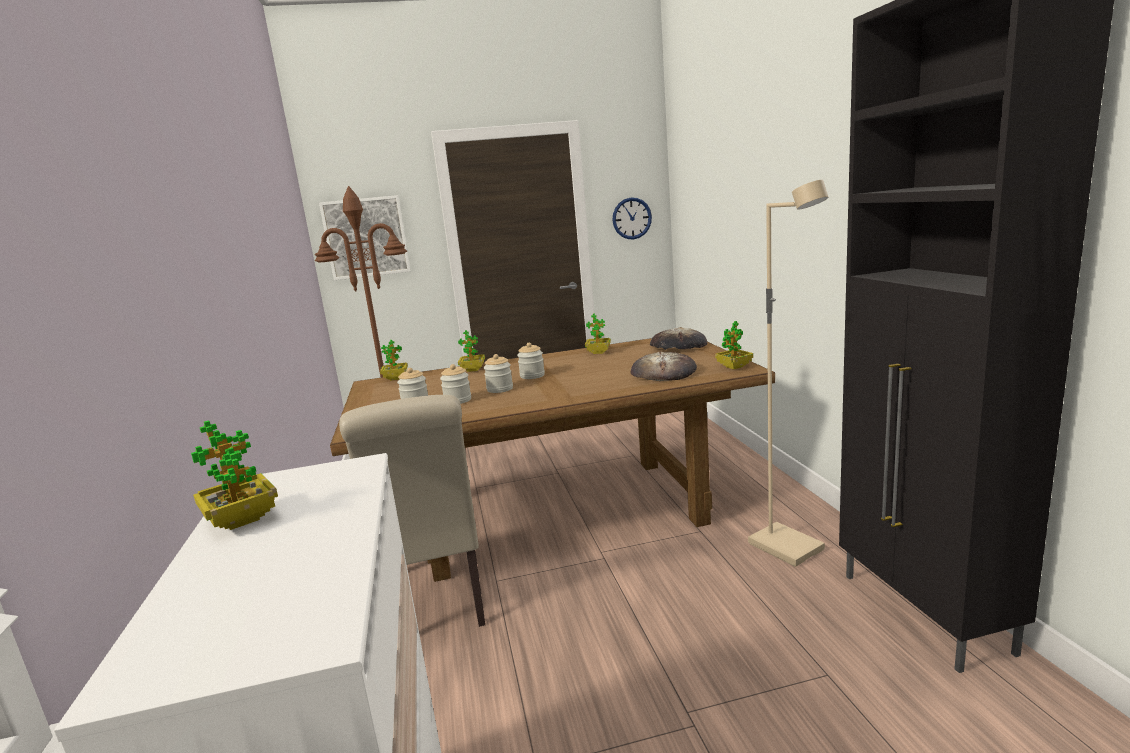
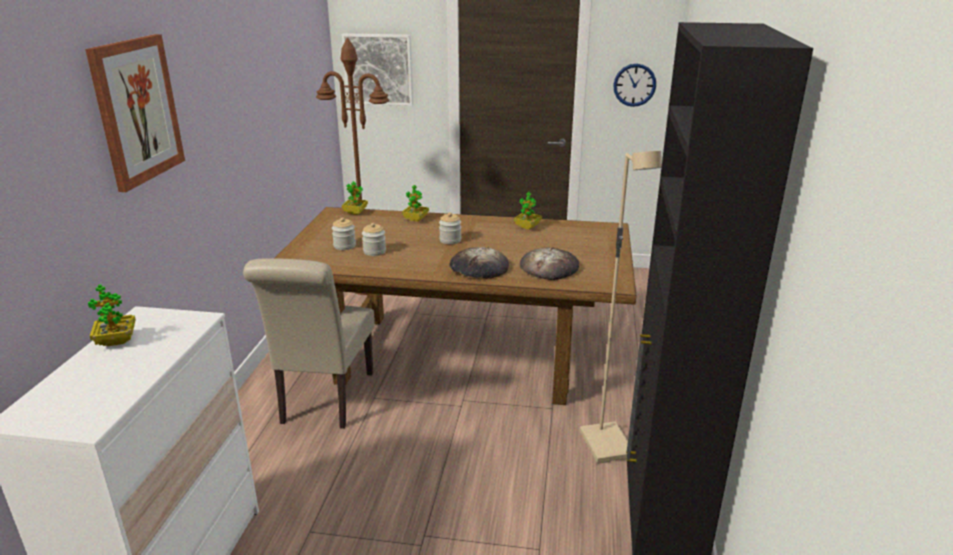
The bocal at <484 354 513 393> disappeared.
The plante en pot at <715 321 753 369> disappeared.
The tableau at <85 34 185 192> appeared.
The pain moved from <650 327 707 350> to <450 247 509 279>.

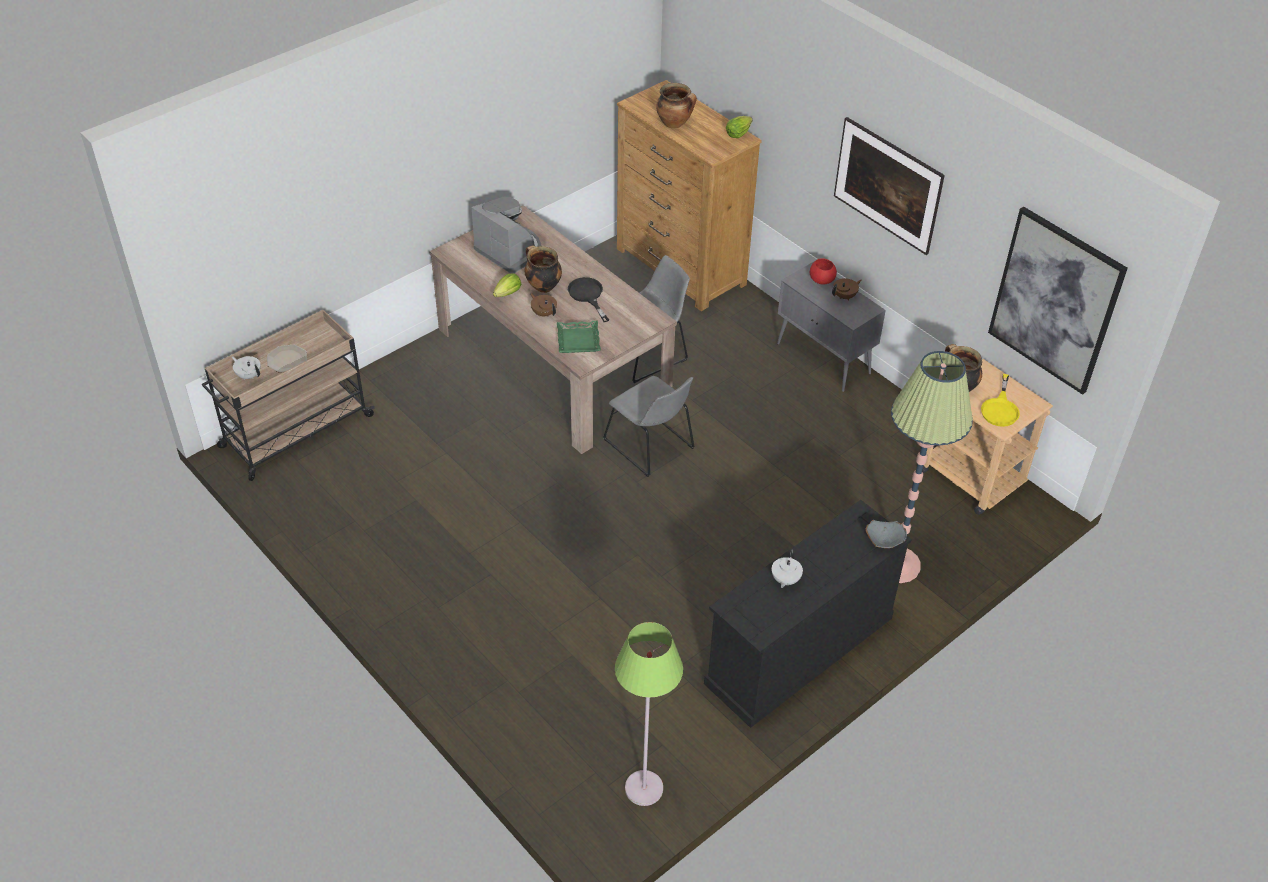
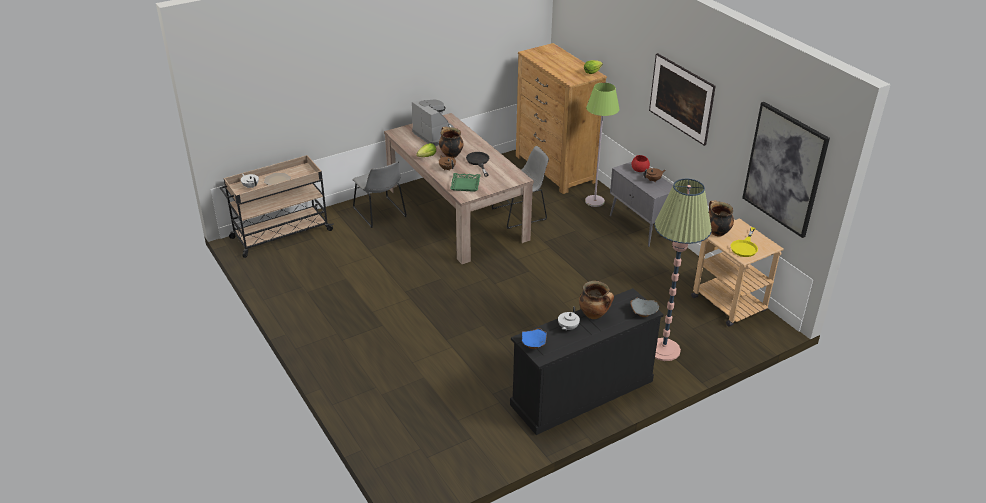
The bol/bleu at <522 328 547 349> appeared.
The chaise/gris moved from <603 376 695 477> to <353 161 407 228>.
The lampadaire/vert moved from <615 622 683 806> to <585 82 620 207>.
The marmite moved from <656 83 697 129> to <579 281 614 319>.

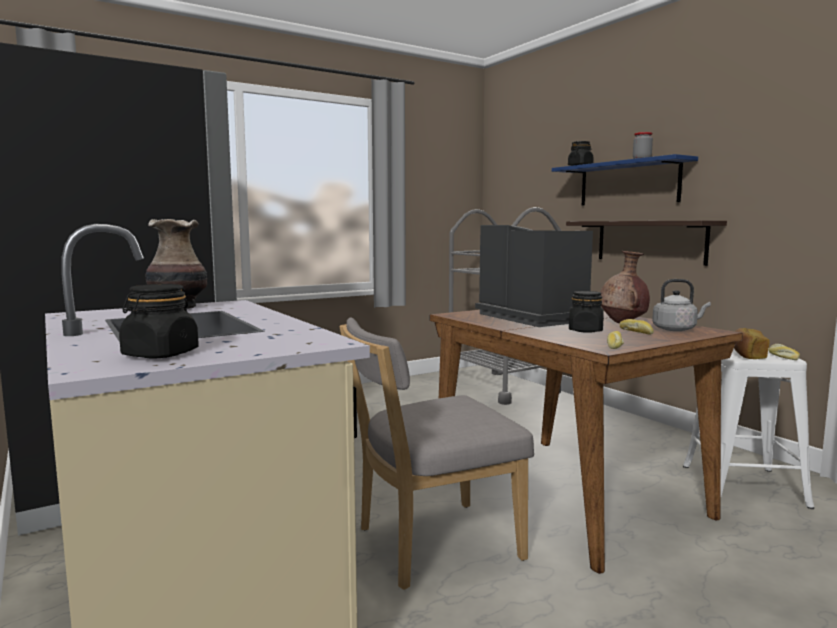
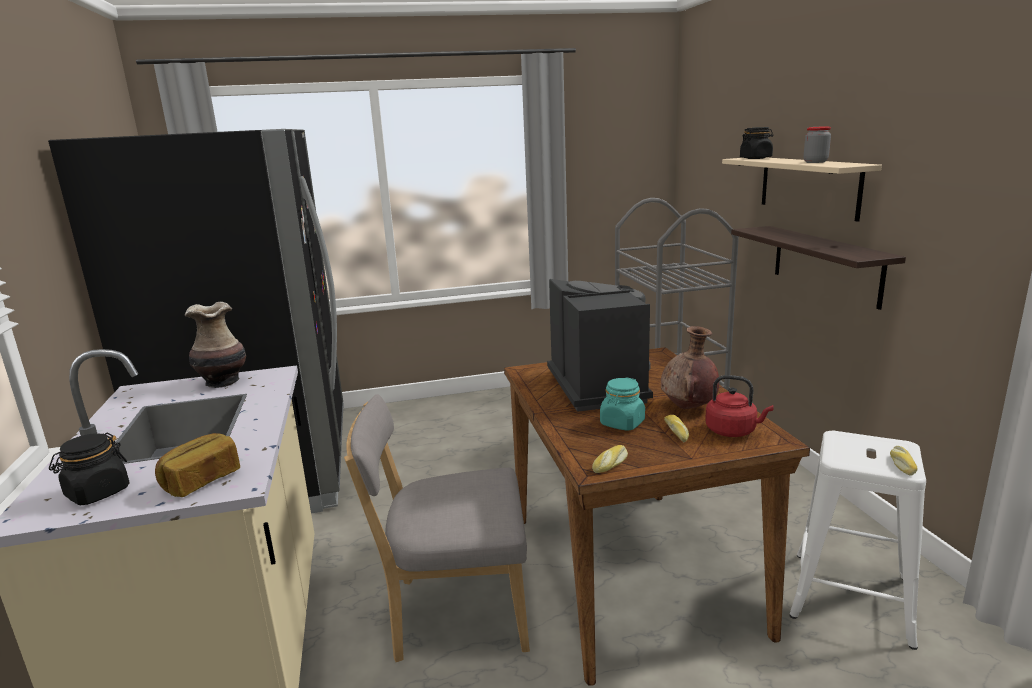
The pain moved from <734 328 770 359> to <155 433 240 497>.
The étagère/bleu at <552 154 698 206> became the étagère/beige at <722 158 882 222>.
The bocal/noir at <569 291 604 333> became the bocal/turquoise at <600 377 645 431>.
The bouilloire/gris at <652 279 711 331> became the bouilloire/rouge at <705 375 773 437>.

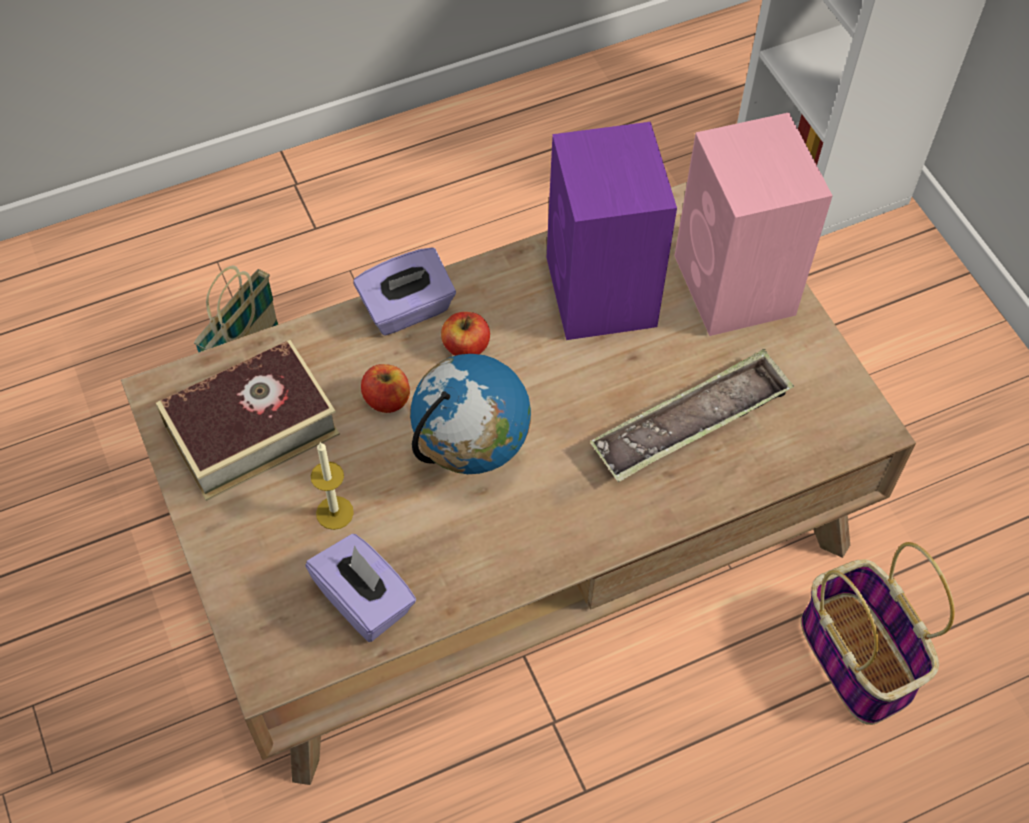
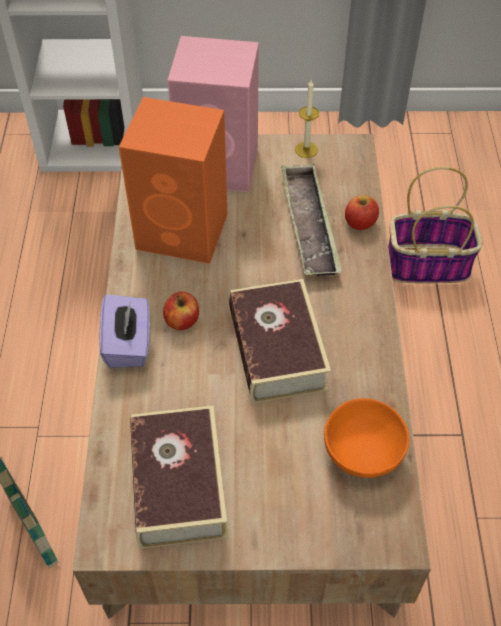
The bougie moved from <311 442 354 530> to <295 80 319 158>.
The pomme moved from <361 364 410 413> to <345 195 379 230>.
The boîte à mouchoirs/violet at <305 534 416 642> was replaced by the bol/orange at <324 398 409 478>.
The globe at <410 354 531 474> was replaced by the livre at <229 279 331 404>.
The enceinte/violet at <547 122 677 340> became the enceinte/orange at <119 97 227 264>.

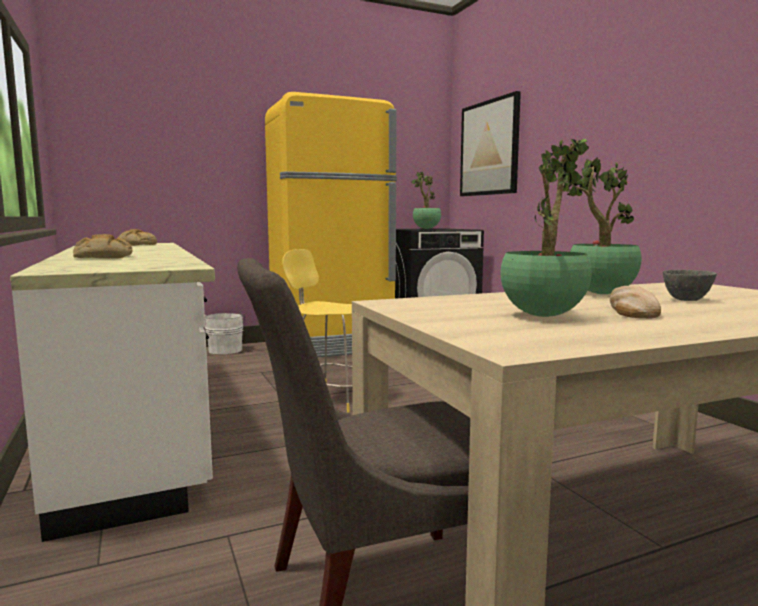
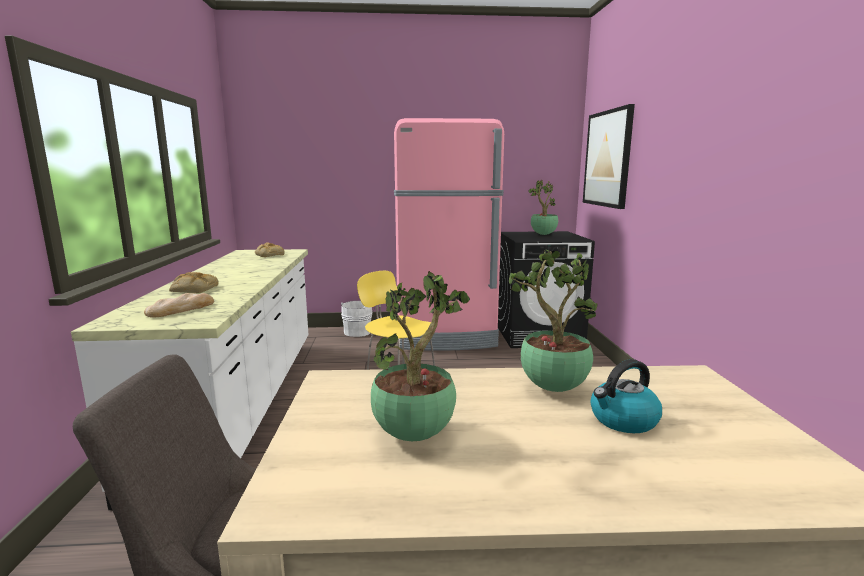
The pain moved from <610 286 661 318> to <144 293 214 318>.
The bol/gris at <663 270 717 301> was replaced by the bouilloire at <590 359 662 433>.
The réfrigérateur/jaune at <265 92 397 357> became the réfrigérateur/rose at <394 118 504 351>.

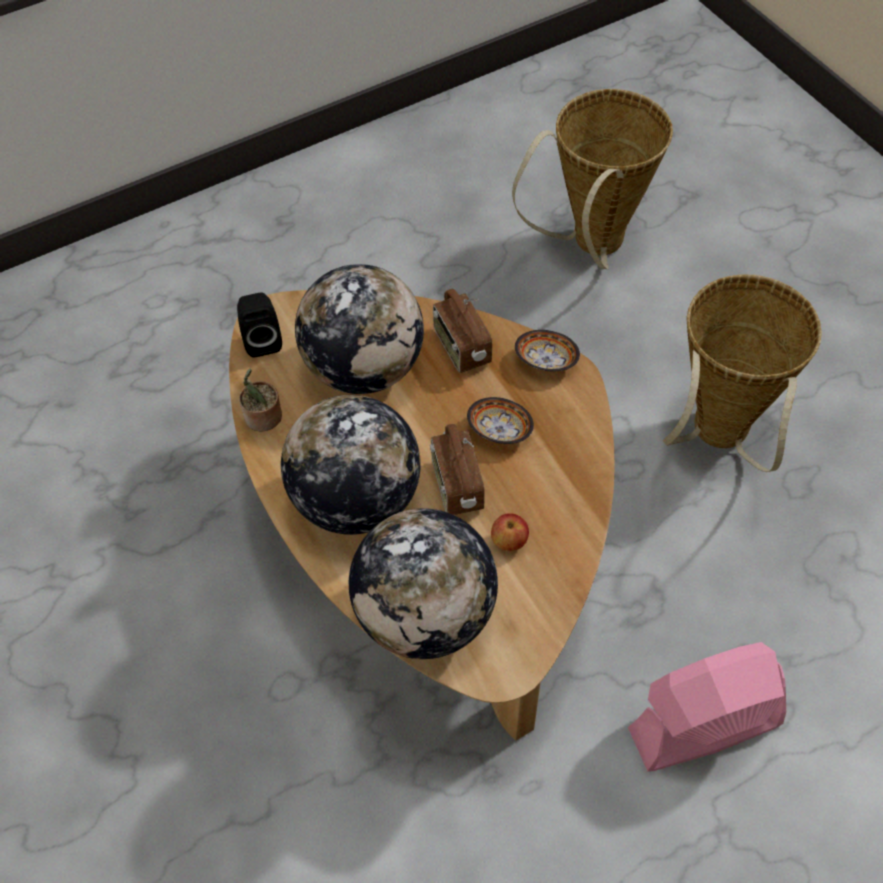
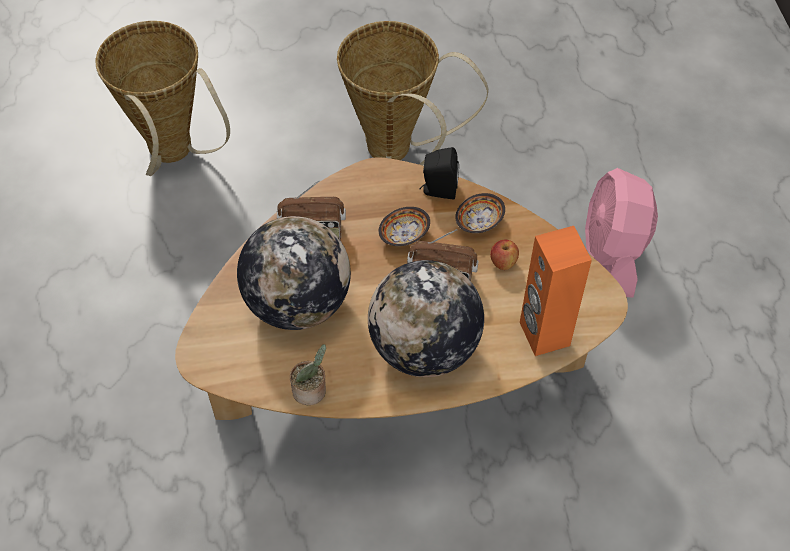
The enceinte/noir moved from <237 292 282 357> to <419 147 459 200>.
The bol moved from <515 330 580 371> to <455 193 505 233>.
The globe at <349 508 498 659> was replaced by the enceinte/orange at <520 226 592 356>.

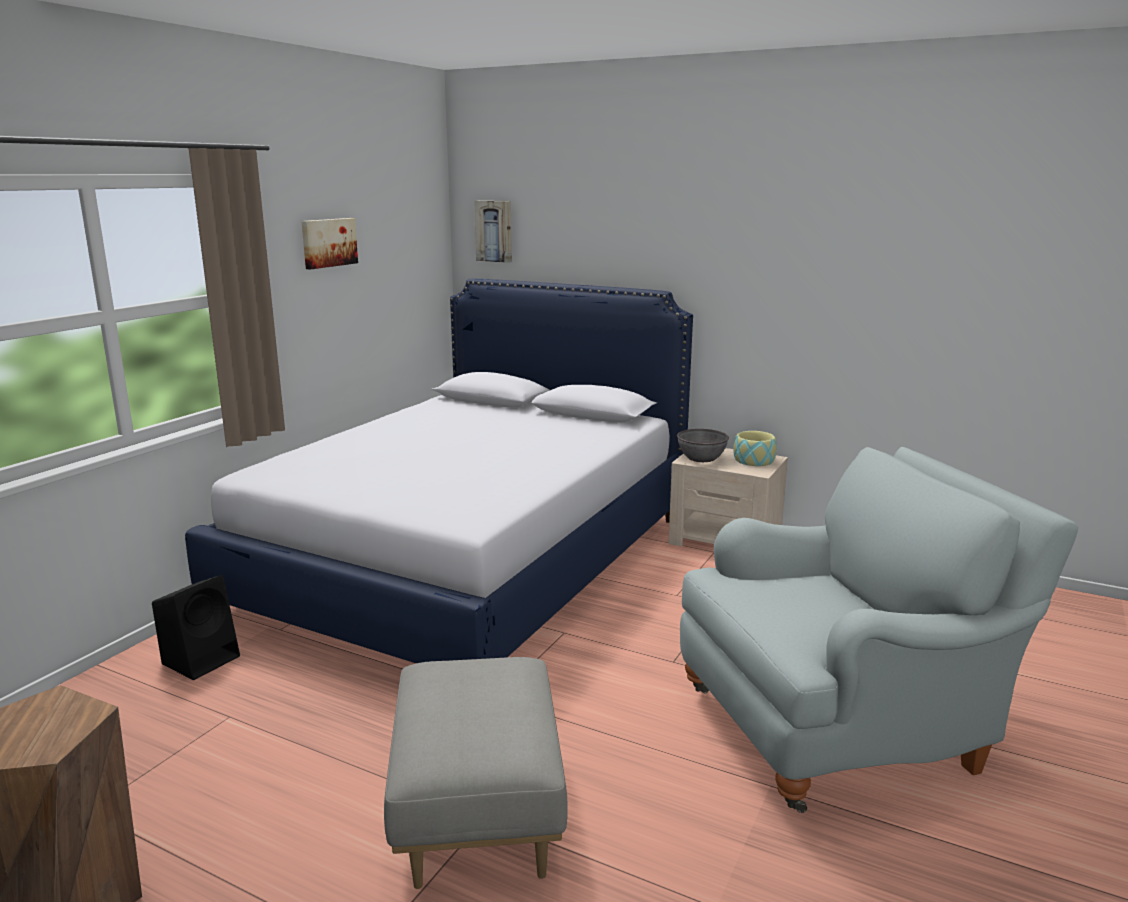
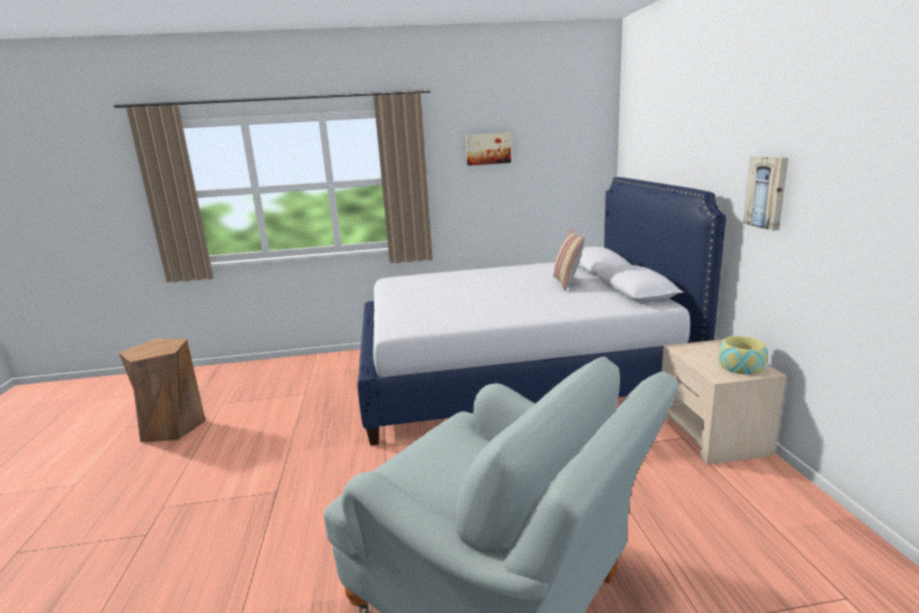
The enceinte/noir at <152 575 240 680> disappeared.
The pouf/gris at <384 657 568 889> disappeared.
The bol/gris at <677 429 729 462> disappeared.
The coussin at <553 228 585 291> appeared.
The tableau moved from <474 201 512 263> to <743 156 788 231>.

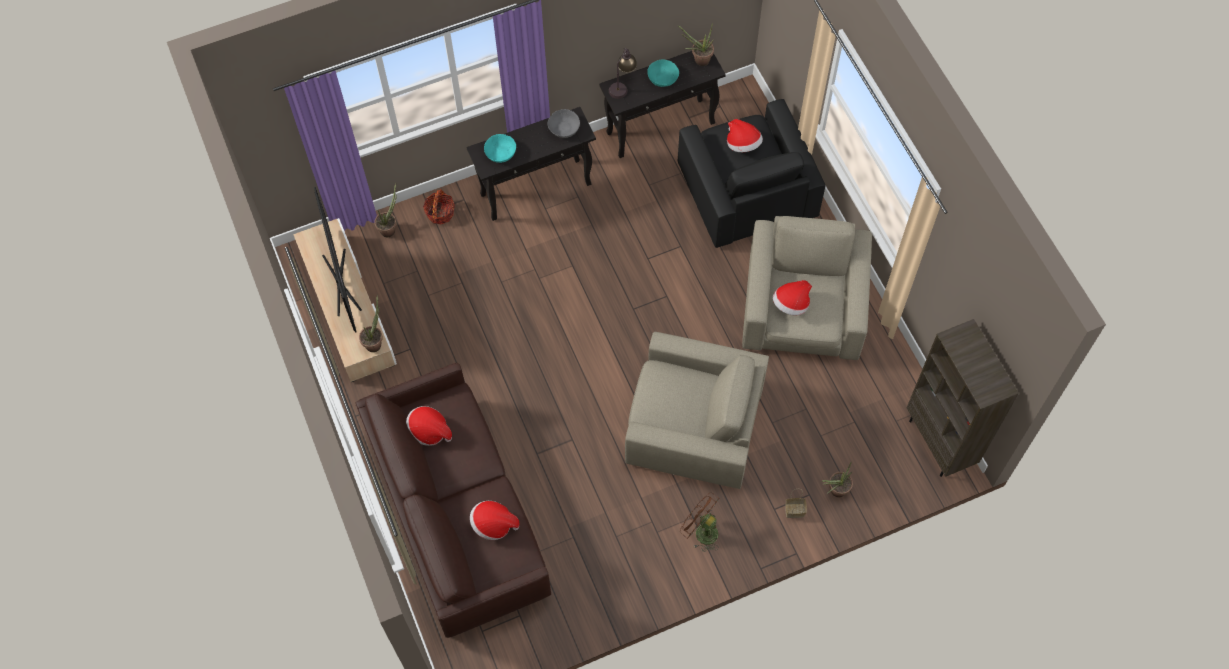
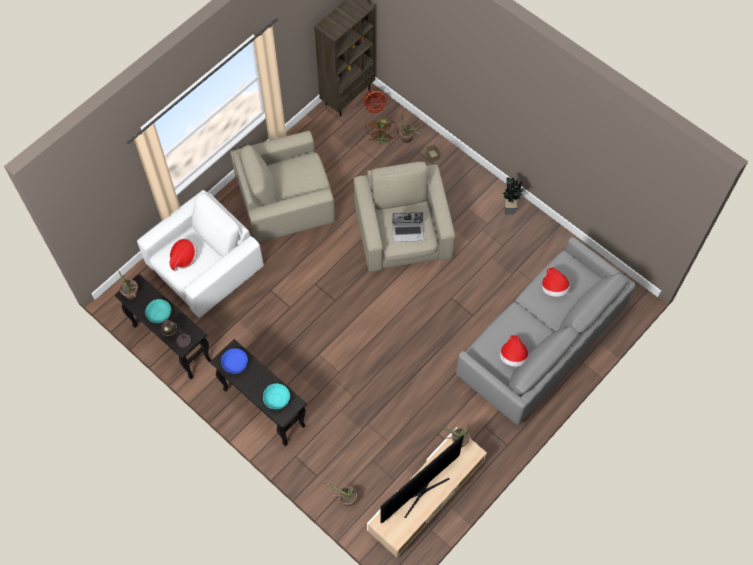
The chapeau at <773 280 812 315> disappeared.
The ordinateur portable at <392 212 424 242> appeared.
The plante en pot at <503 178 524 215> appeared.
The panier moved from <423 189 455 224> to <363 90 387 113>.
The ventilateur/marron moved from <680 492 720 552> to <365 116 398 144>.
The canapé/marron at <356 363 551 638> became the canapé/gris at <456 237 636 425>.
The bol/gris at <547 109 580 138> became the bol/bleu at <221 348 248 374>.
The fauteuil/noir at <678 99 826 248> became the fauteuil/blanc at <137 190 264 318>.

